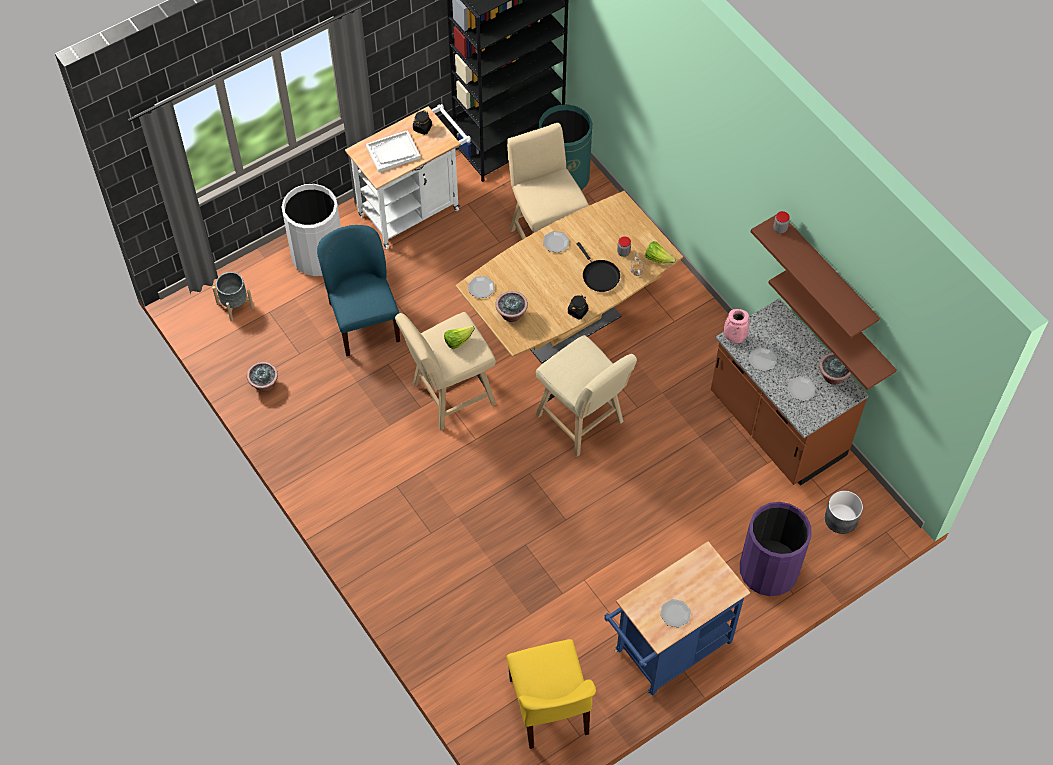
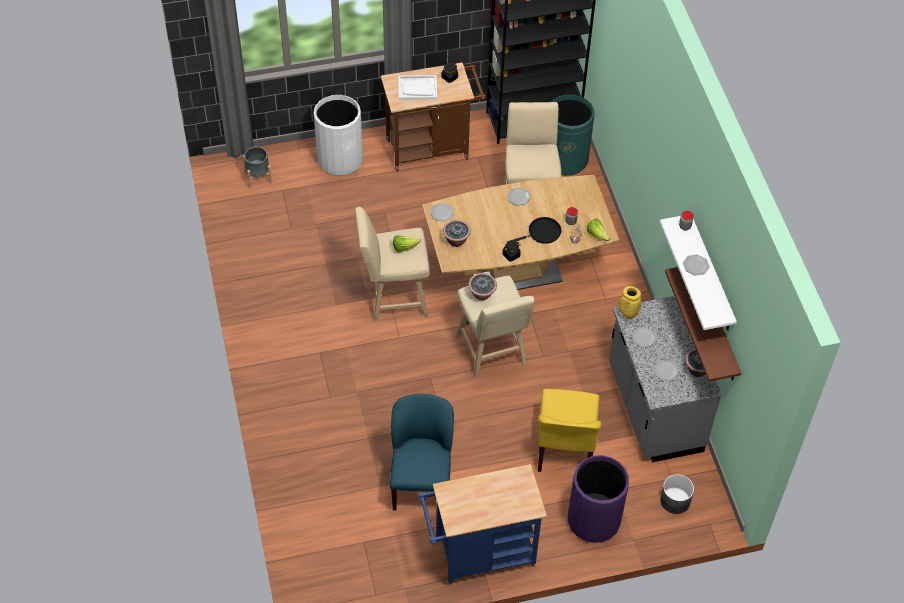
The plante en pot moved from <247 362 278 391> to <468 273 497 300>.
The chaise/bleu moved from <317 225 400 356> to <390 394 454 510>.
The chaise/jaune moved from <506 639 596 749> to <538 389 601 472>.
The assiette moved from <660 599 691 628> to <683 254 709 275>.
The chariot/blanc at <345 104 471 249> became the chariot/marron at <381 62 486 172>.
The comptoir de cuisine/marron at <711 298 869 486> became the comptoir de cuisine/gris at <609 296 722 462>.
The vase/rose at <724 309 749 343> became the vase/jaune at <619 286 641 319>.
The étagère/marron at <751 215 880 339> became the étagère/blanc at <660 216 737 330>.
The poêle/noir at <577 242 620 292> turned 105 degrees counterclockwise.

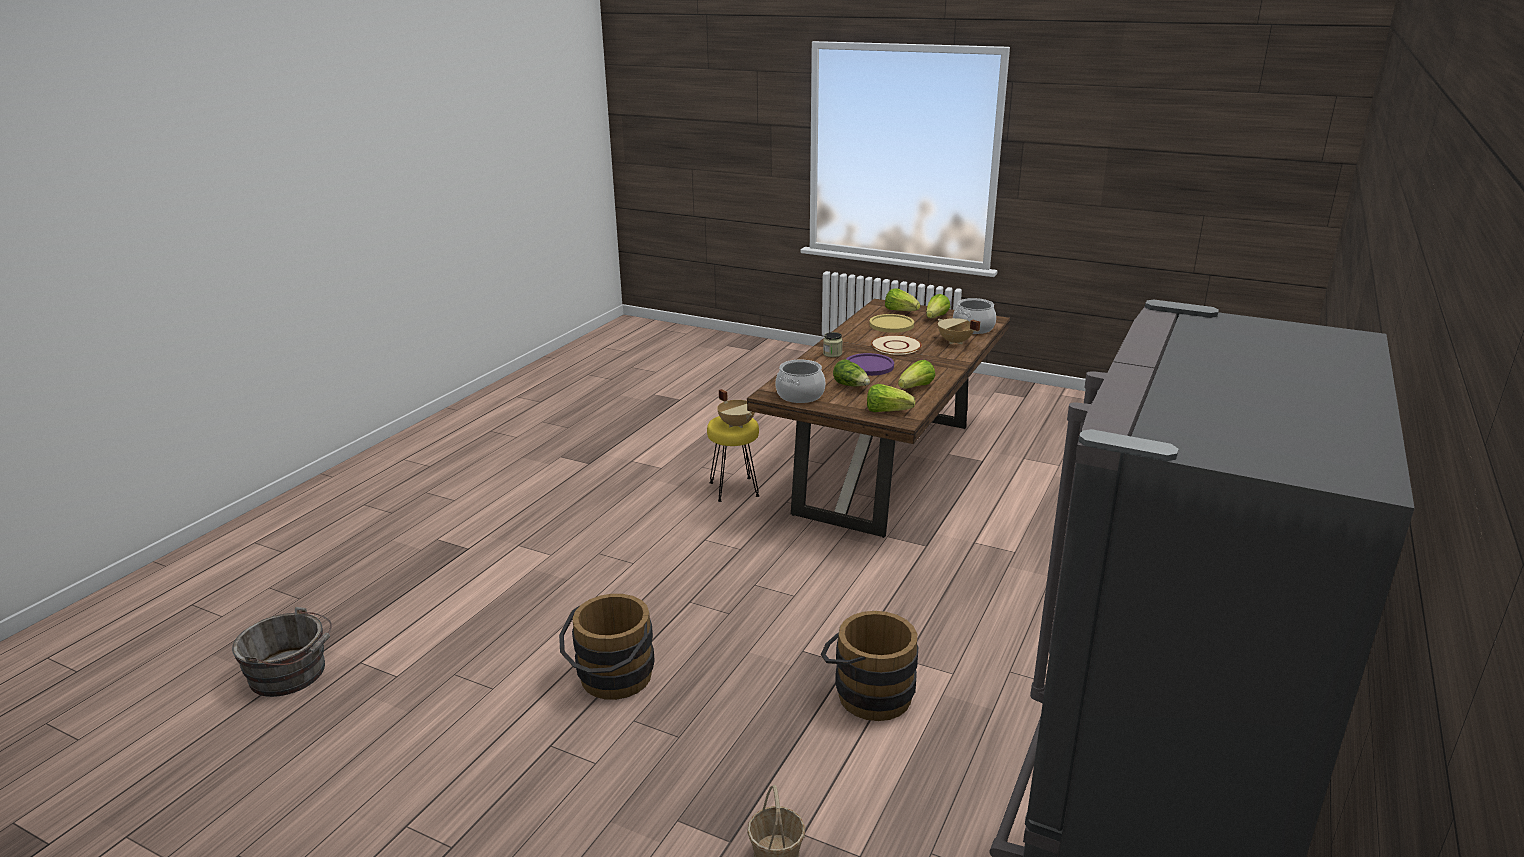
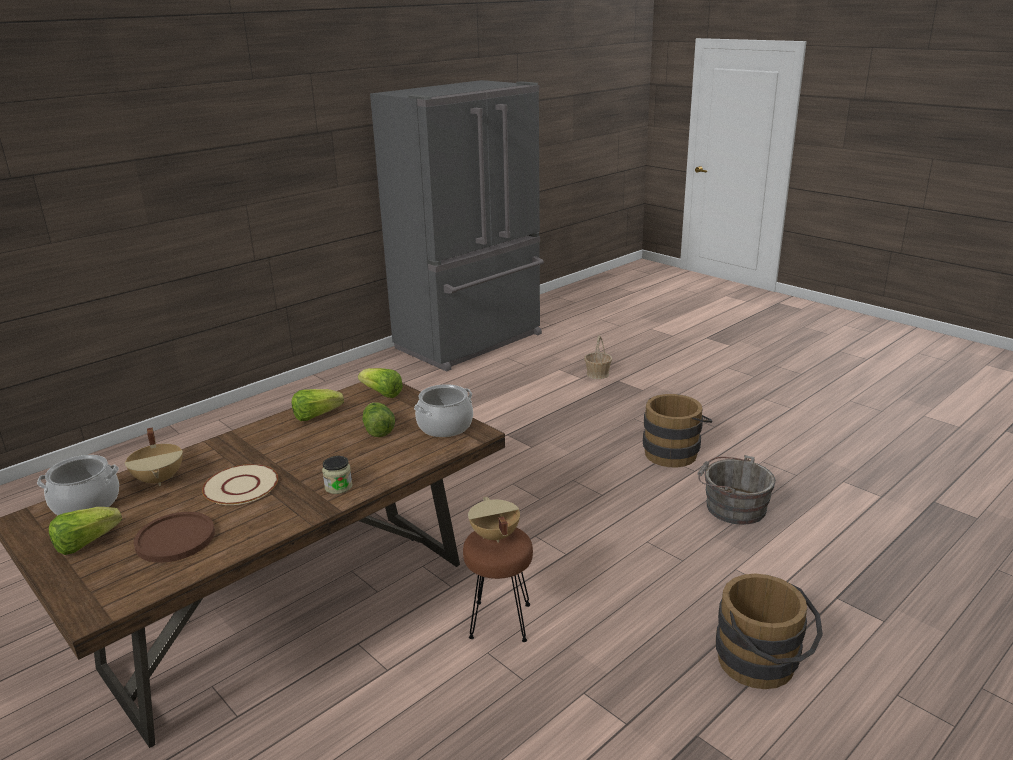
The assiette/violet at <846 353 894 376> disappeared.
The laitue at <885 288 920 311> disappeared.
The seau/gris moved from <232 607 332 697> to <697 455 775 525>.
The seau/marron moved from <821 611 918 721> to <716 574 823 689>.
The tabouret/jaune at <707 416 760 502> became the tabouret/marron at <463 528 533 642>.
The assiette/jaune at <869 314 914 333> became the assiette/marron at <133 512 215 563>.

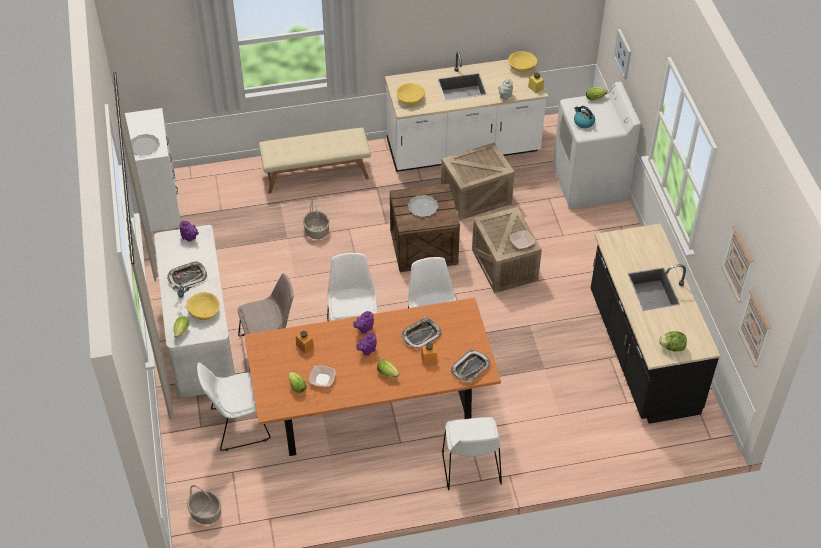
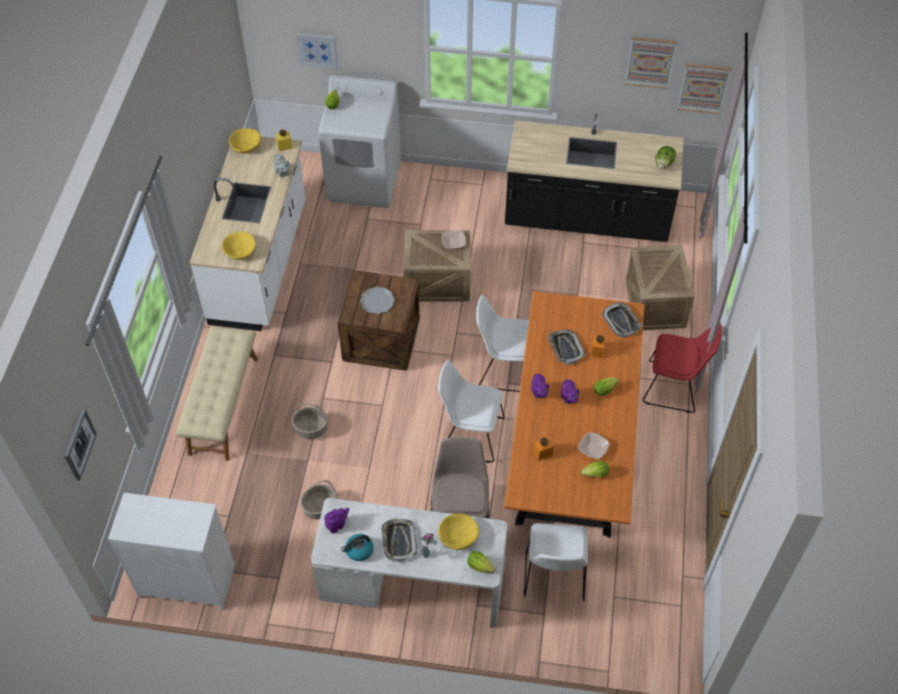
The assiette at <131 134 160 156> disappeared.
The tableau at <64 409 97 480> appeared.
The panier moved from <187 485 221 524> to <300 480 337 520>.
The caisse moved from <441 143 515 220> to <625 245 694 330>.
The bouilloire moved from <574 106 595 128> to <341 534 374 561>.
The chaise/blanc at <442 417 502 490> became the chaise/rouge at <643 323 722 413>.

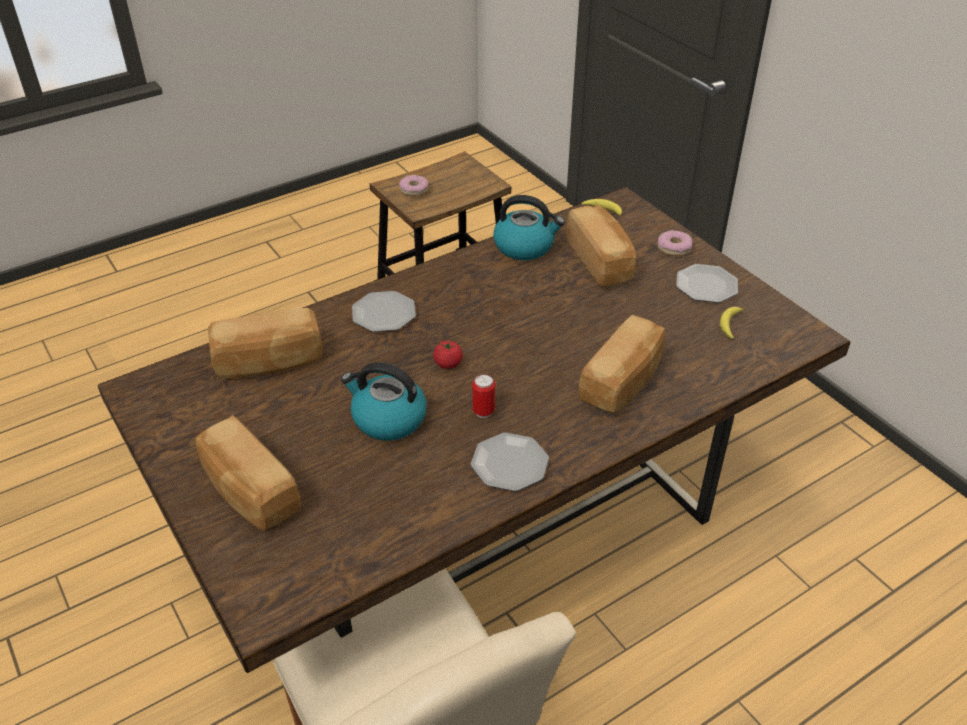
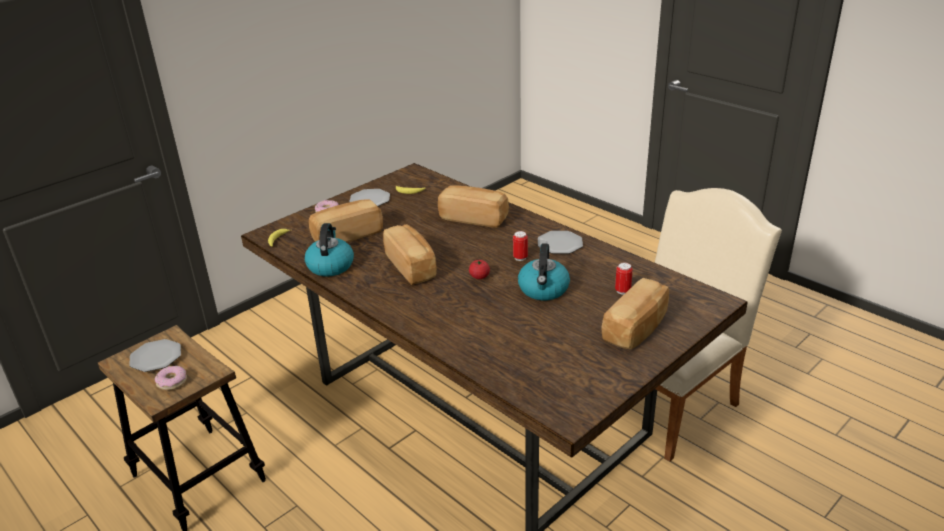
The boîte métallique at <615 263 633 295> appeared.
The pain moved from <208 308 322 378> to <383 224 437 285>.
The assiette moved from <352 291 416 332> to <129 339 181 372>.

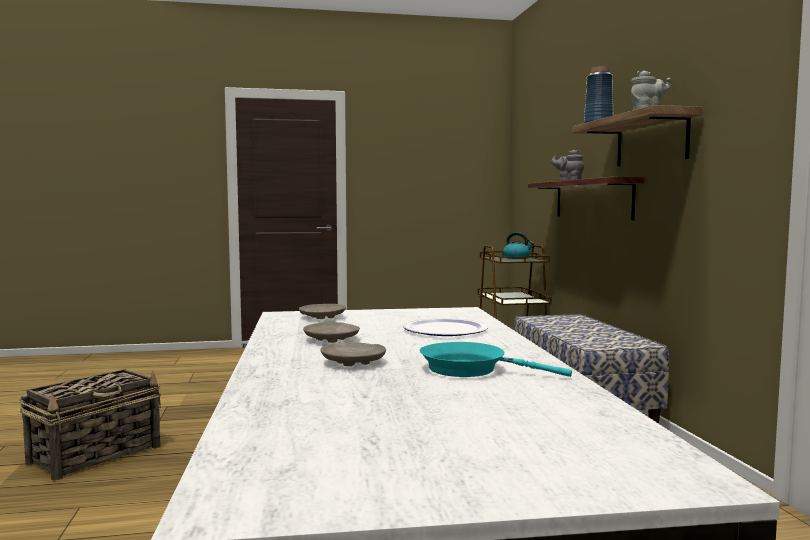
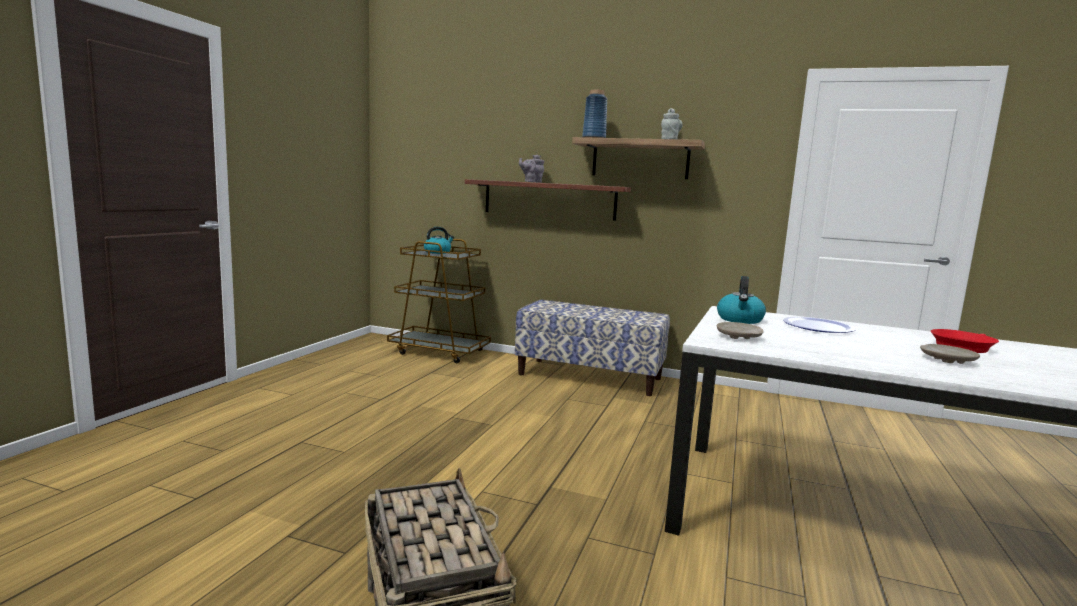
The assiette/beige at <303 322 360 343> disappeared.
The bouilloire at <717 276 766 324> appeared.
The poêle/turquoise at <420 342 572 377> became the poêle/rouge at <930 329 999 353>.

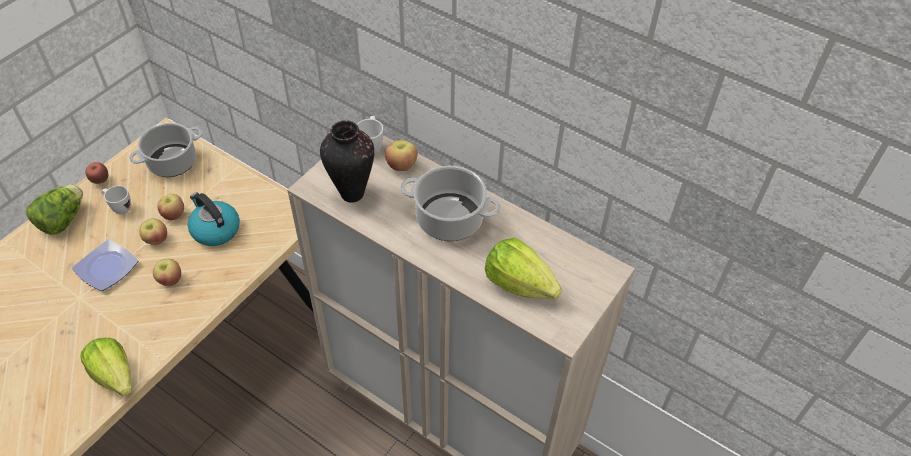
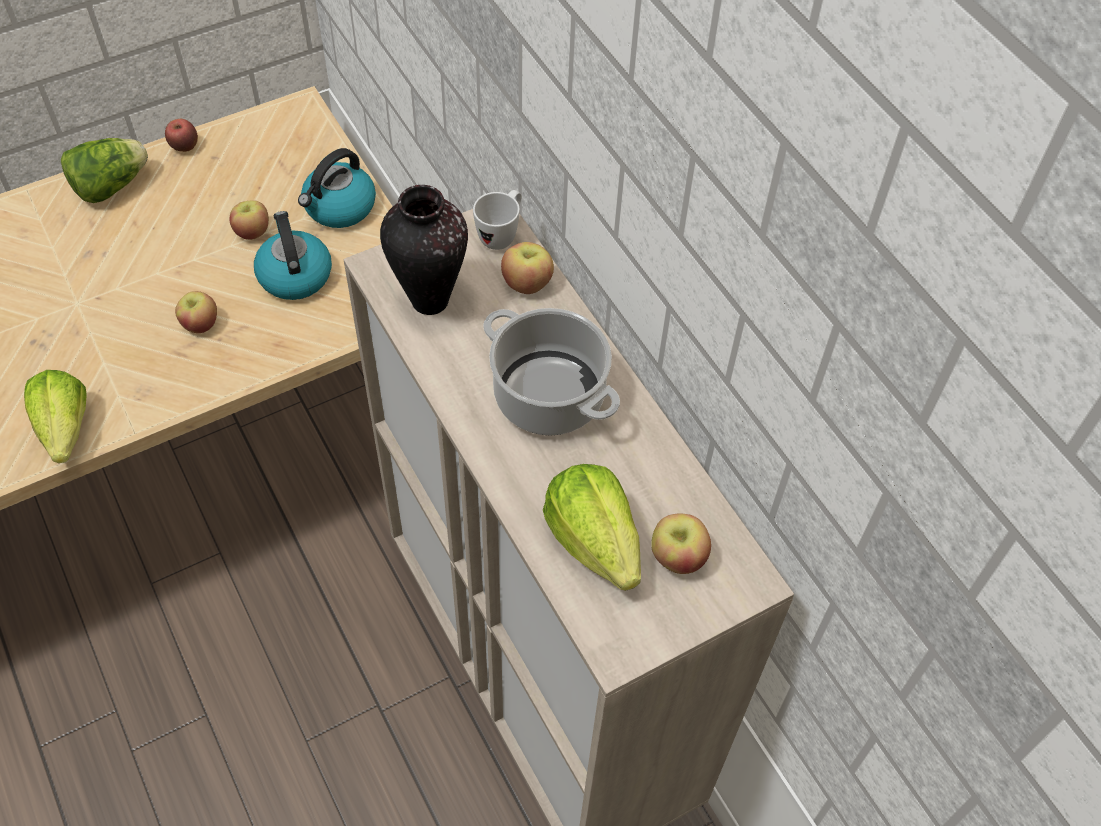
The assiette at <72 239 138 291> disappeared.
The mug/blanc at <102 185 131 214> disappeared.
The marmite at <129 123 203 177> disappeared.
The bouilloire at <298 148 376 228> appeared.
The pomme moved from <139 218 167 245> to <651 513 711 574>.

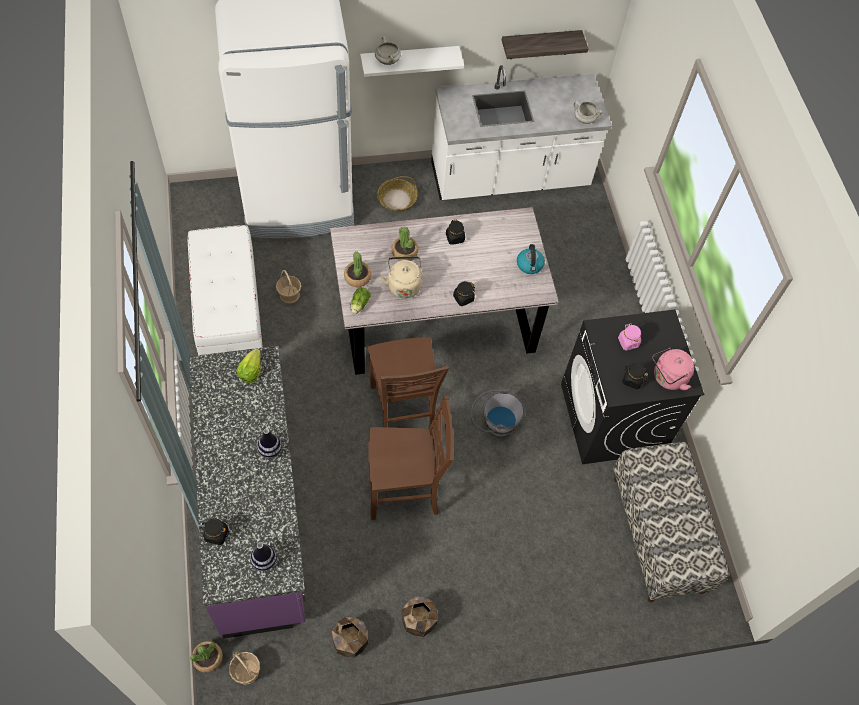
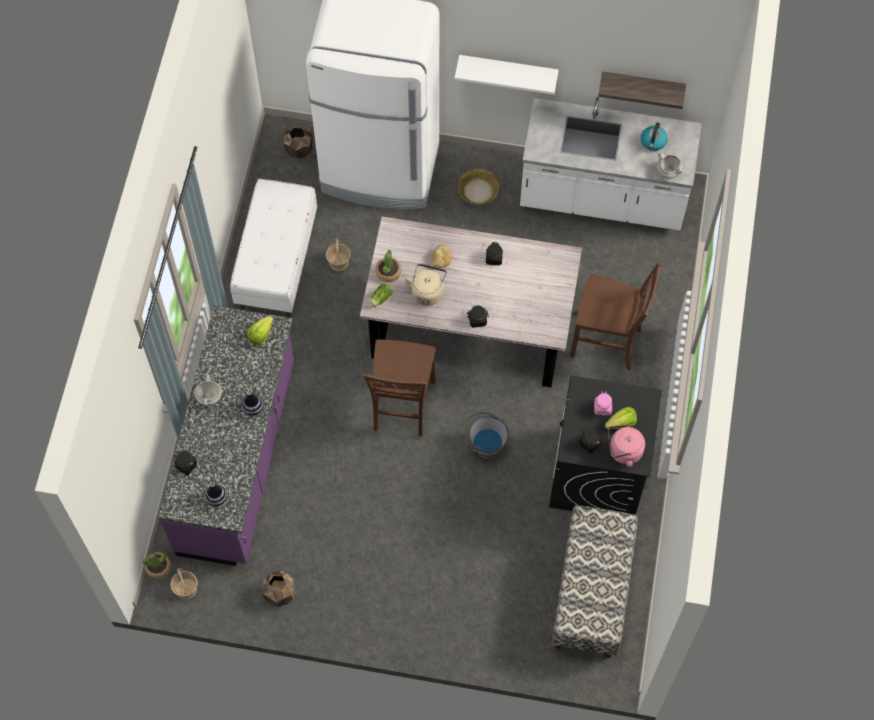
The laitue at <605 407 637 429> appeared.
The chaise/marron moved from <368 395 454 520> to <570 262 661 370>.
The marmite/blanc moved from <375 37 401 65> to <194 375 222 406>.
The cache-pot/marron moved from <402 597 438 637> to <284 126 313 158>.
The bouilloire moved from <517 244 545 274> to <641 123 668 151>.
The plante en pot at <392 227 418 261> was replaced by the pain at <431 244 453 268>.

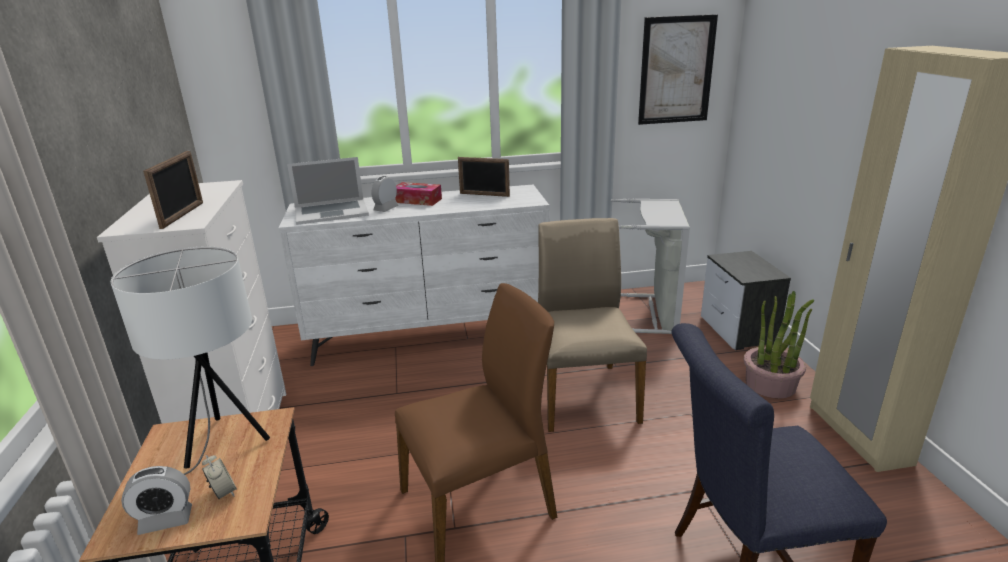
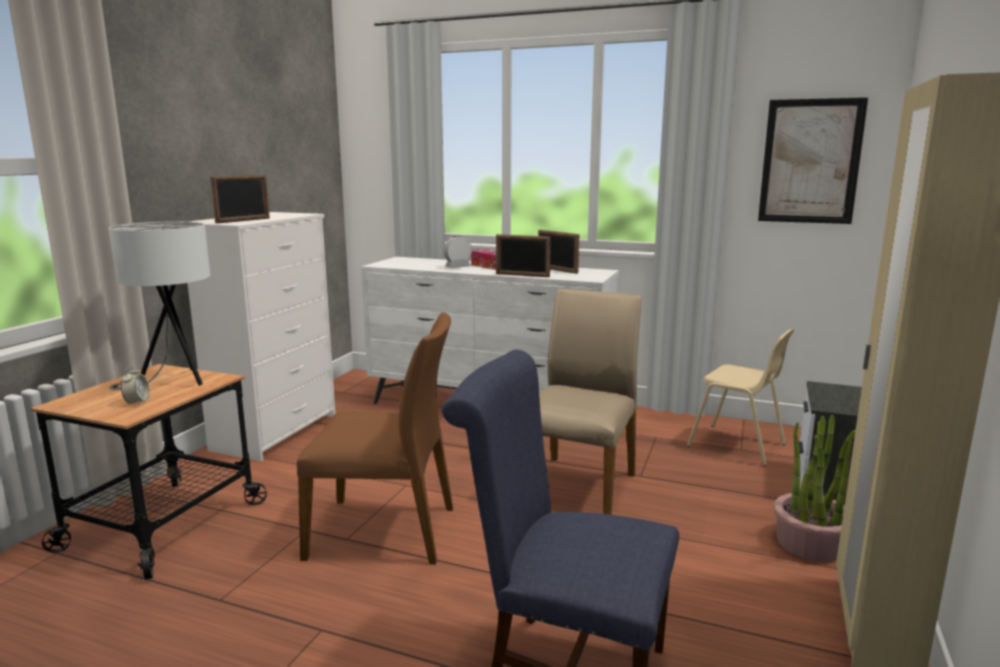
The réveil at <121 466 192 535> disappeared.
The ordinateur portable at <287 157 369 225> disappeared.
The cadre photo at <496 234 551 277> appeared.
The panier à linge/gris at <611 198 690 334> was replaced by the chaise/beige at <687 329 794 466>.

